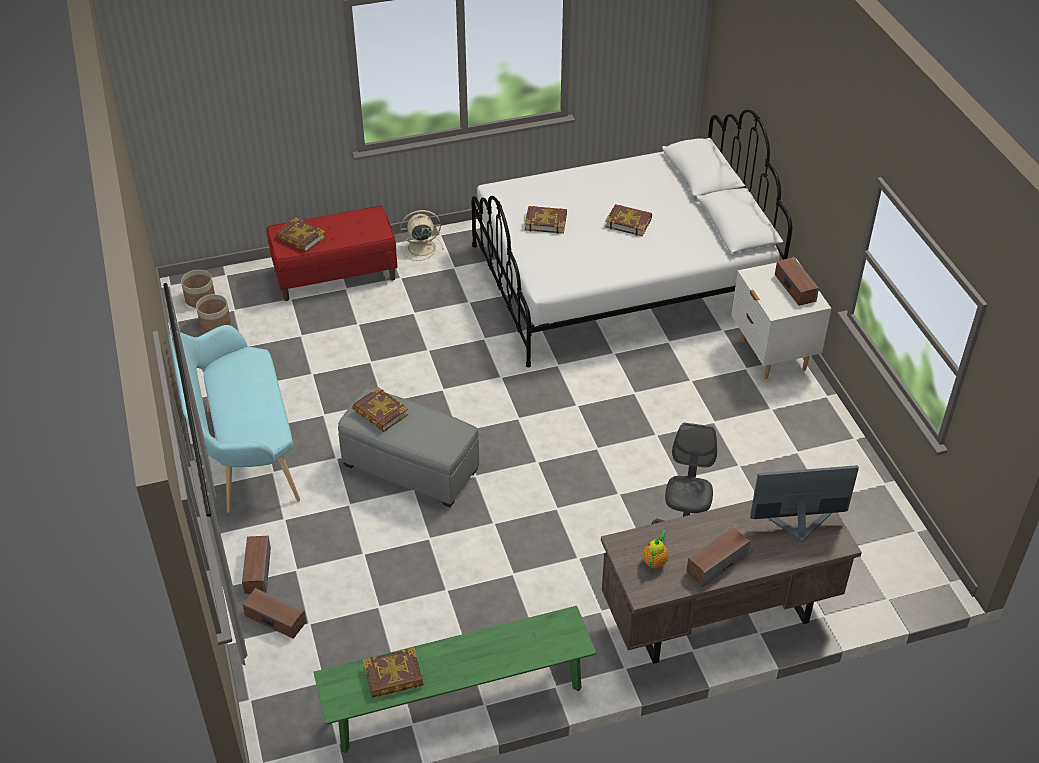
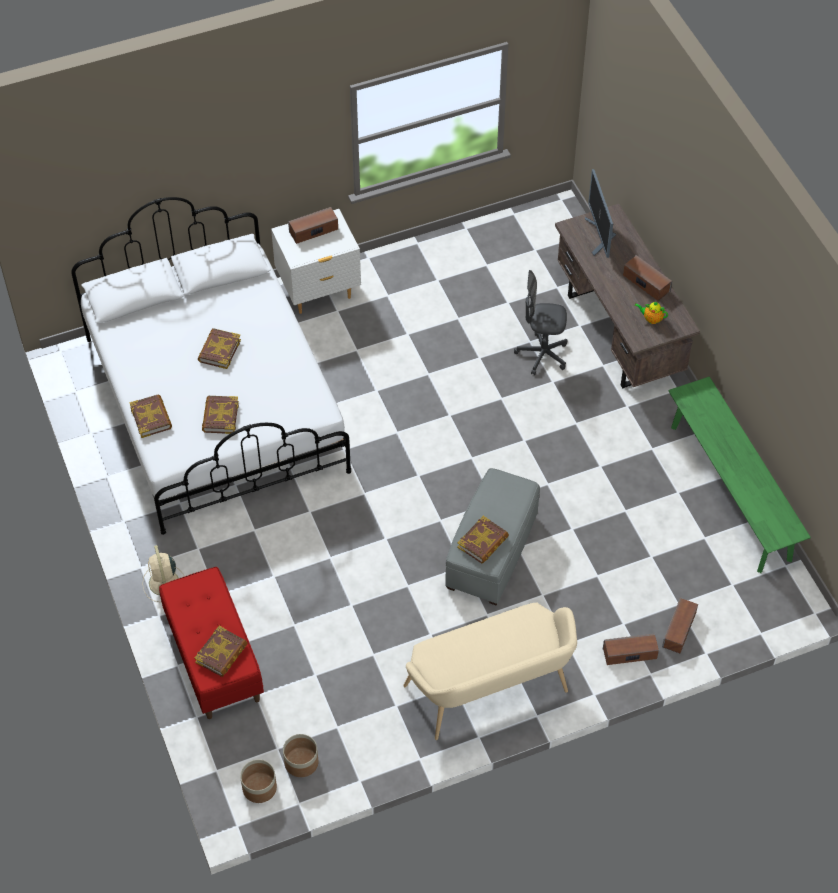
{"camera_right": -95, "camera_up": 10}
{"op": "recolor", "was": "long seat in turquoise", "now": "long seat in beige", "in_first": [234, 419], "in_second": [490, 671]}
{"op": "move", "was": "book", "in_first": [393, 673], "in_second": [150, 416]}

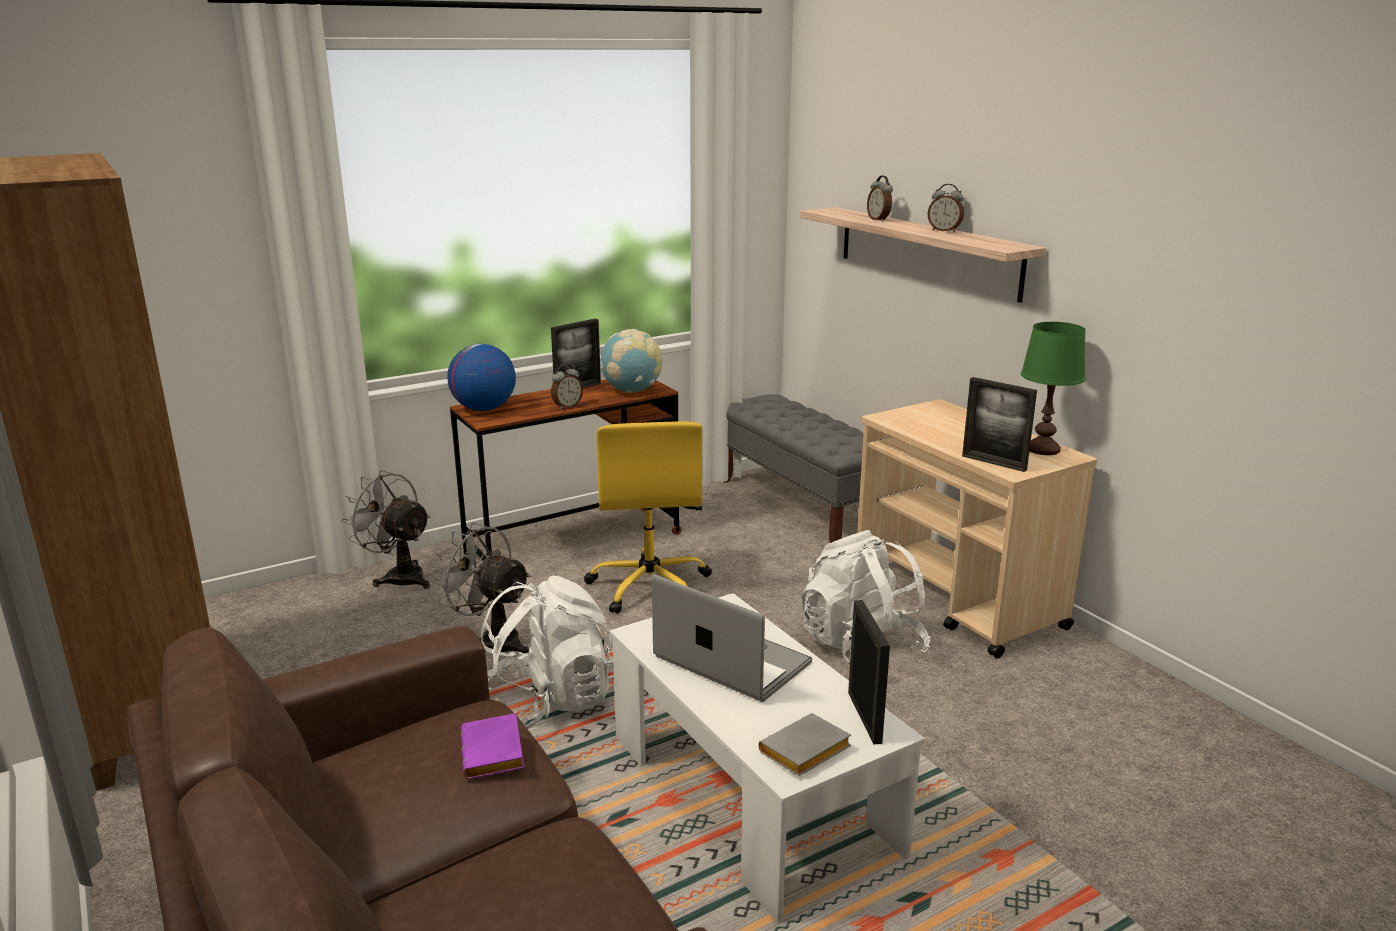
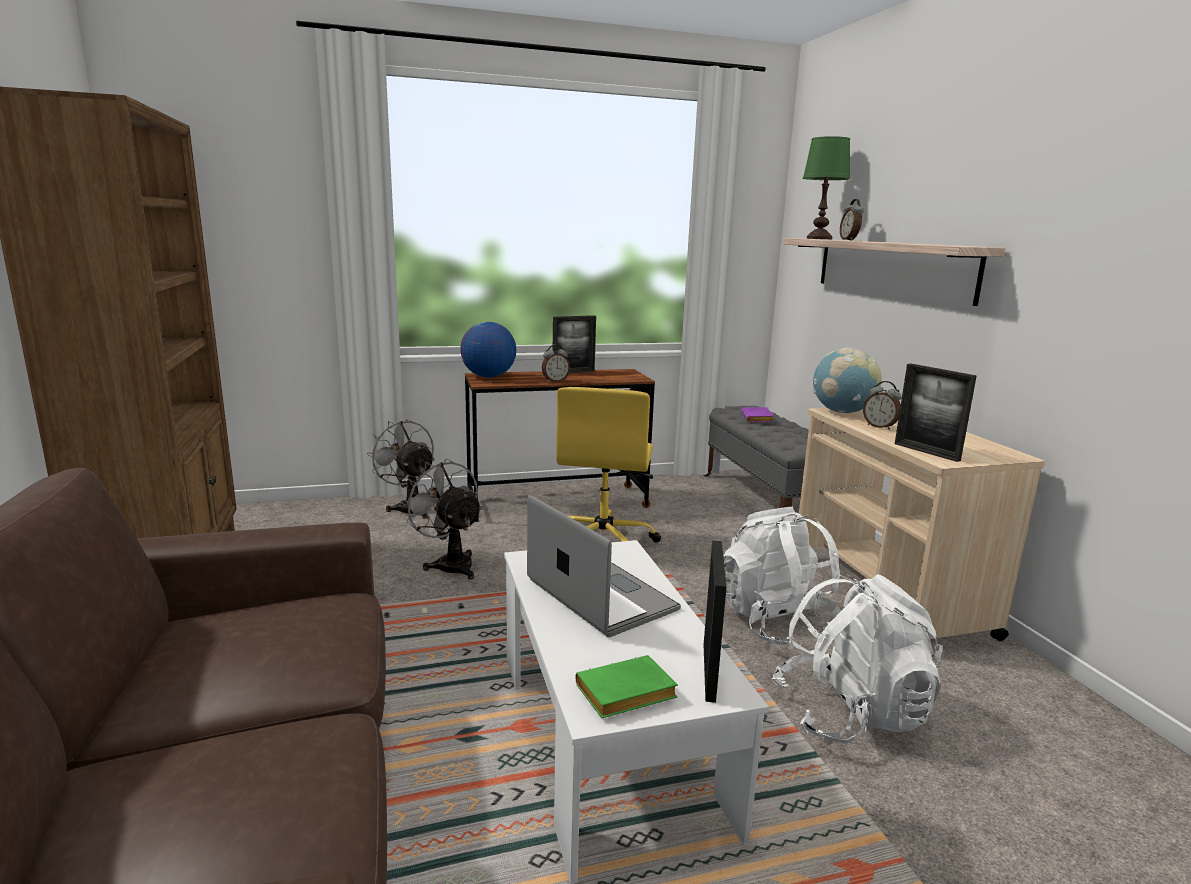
{"camera_right": 15, "camera_up": -5}
{"op": "move", "was": "book in purple", "in_first": [492, 746], "in_second": [757, 414]}
{"op": "move", "was": "knapsack in whitish", "in_first": [547, 652], "in_second": [857, 659]}
{"op": "move", "was": "globe", "in_first": [631, 361], "in_second": [847, 380]}
{"op": "recolor", "was": "book in gray", "now": "book in green", "in_first": [805, 744], "in_second": [627, 686]}
{"op": "move", "was": "alarm clock", "in_first": [946, 208], "in_second": [882, 405]}
{"op": "move", "was": "tabletop lamp in green", "in_first": [1053, 388], "in_second": [826, 187]}

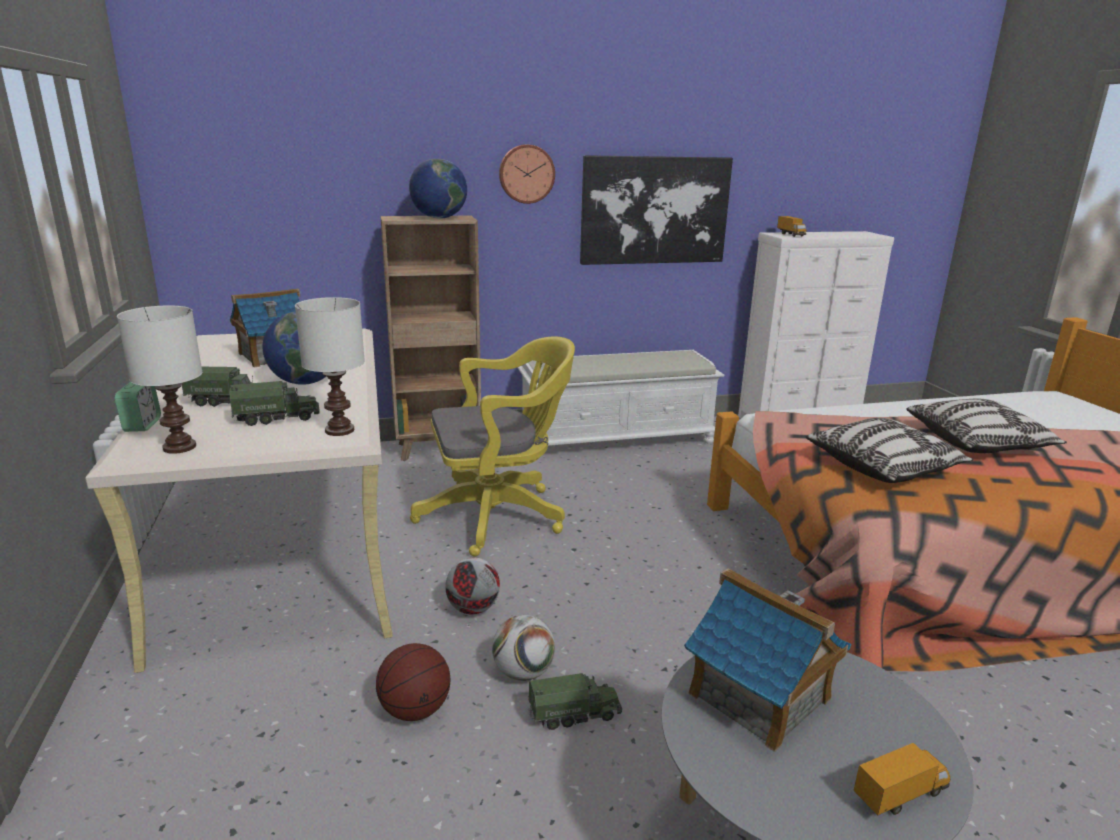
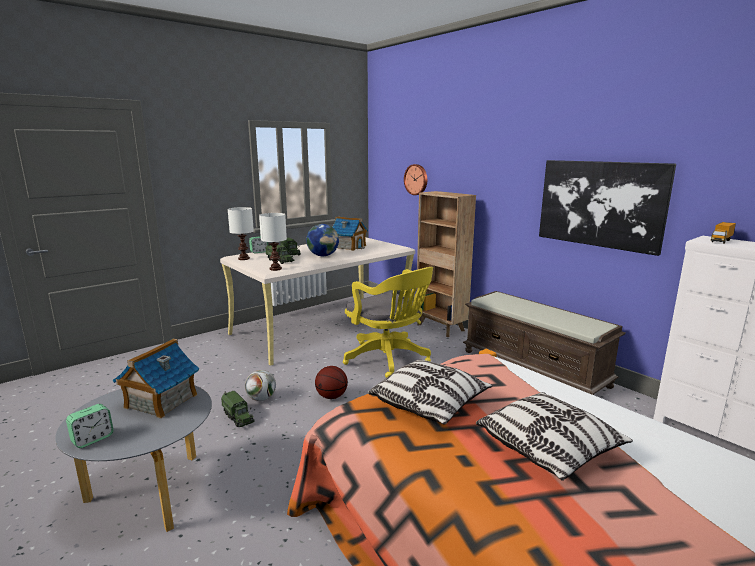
{"camera_right": 65, "camera_up": -5}
{"op": "move", "was": "ball for basketball", "in_first": [413, 682], "in_second": [331, 382]}
{"op": "delete", "was": "globe", "in_first": [438, 188]}
{"op": "delete", "was": "ball for football", "in_first": [472, 585]}
{"op": "move", "was": "clock on the wall", "in_first": [527, 174], "in_second": [415, 179]}
{"op": "recolor", "was": "long seat in whitish", "now": "long seat in brown-coloured", "in_first": [621, 398], "in_second": [544, 343]}
{"op": "replace", "was": "toy lorry", "now": "alarm clock", "in_first": [901, 779], "in_second": [90, 426]}

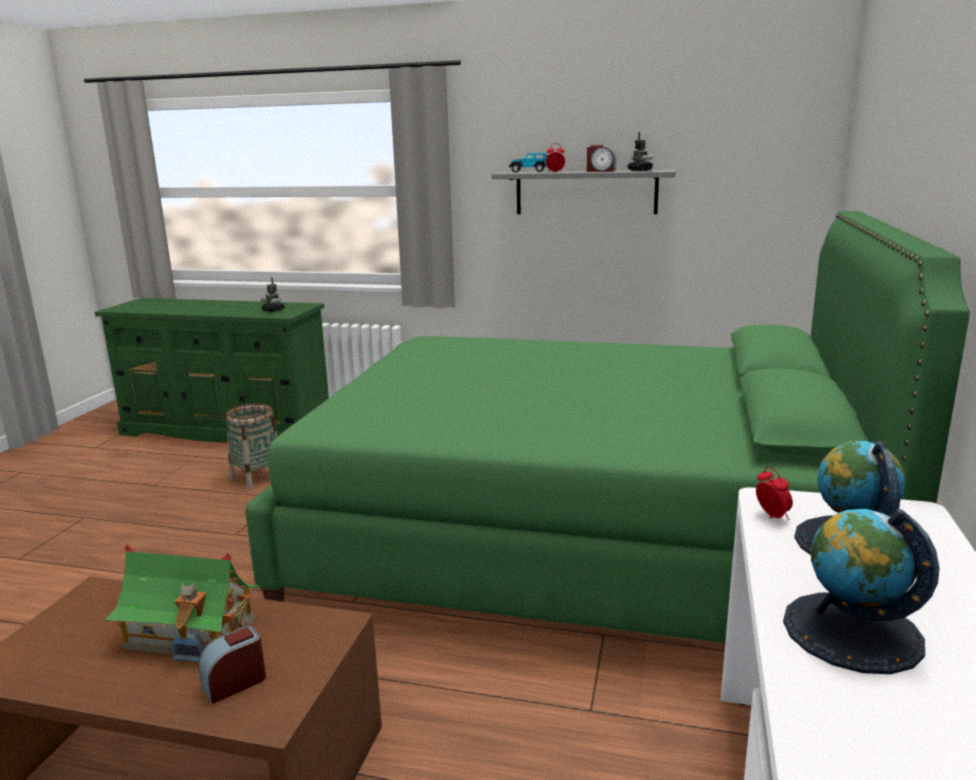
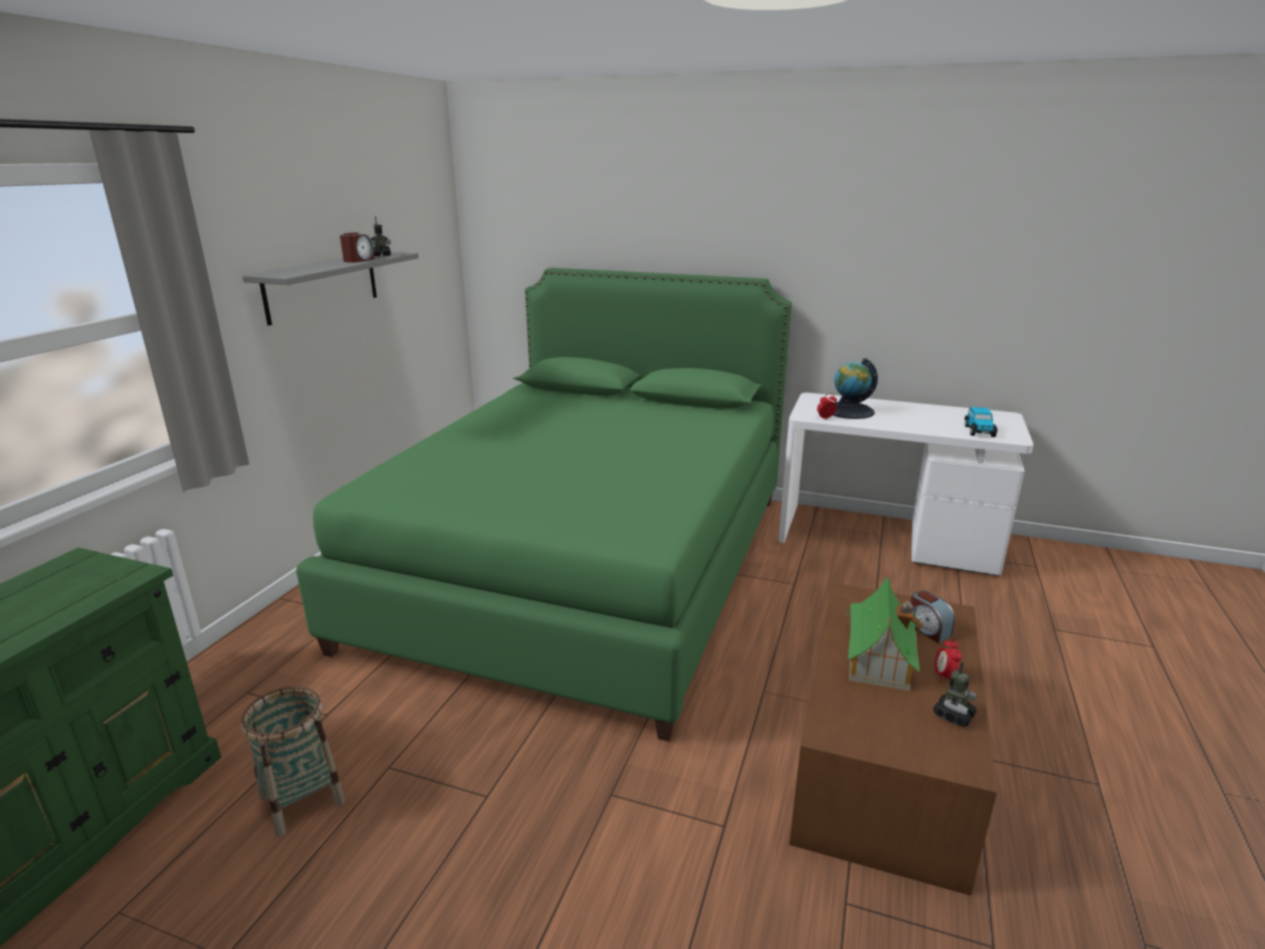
{"camera_right": -85, "camera_up": 5}
{"op": "move", "was": "toy robot", "in_first": [273, 294], "in_second": [955, 694]}
{"op": "move", "was": "model car", "in_first": [528, 162], "in_second": [980, 422]}
{"op": "move", "was": "alarm clock", "in_first": [555, 157], "in_second": [948, 660]}
{"op": "delete", "was": "globe", "in_first": [861, 591]}

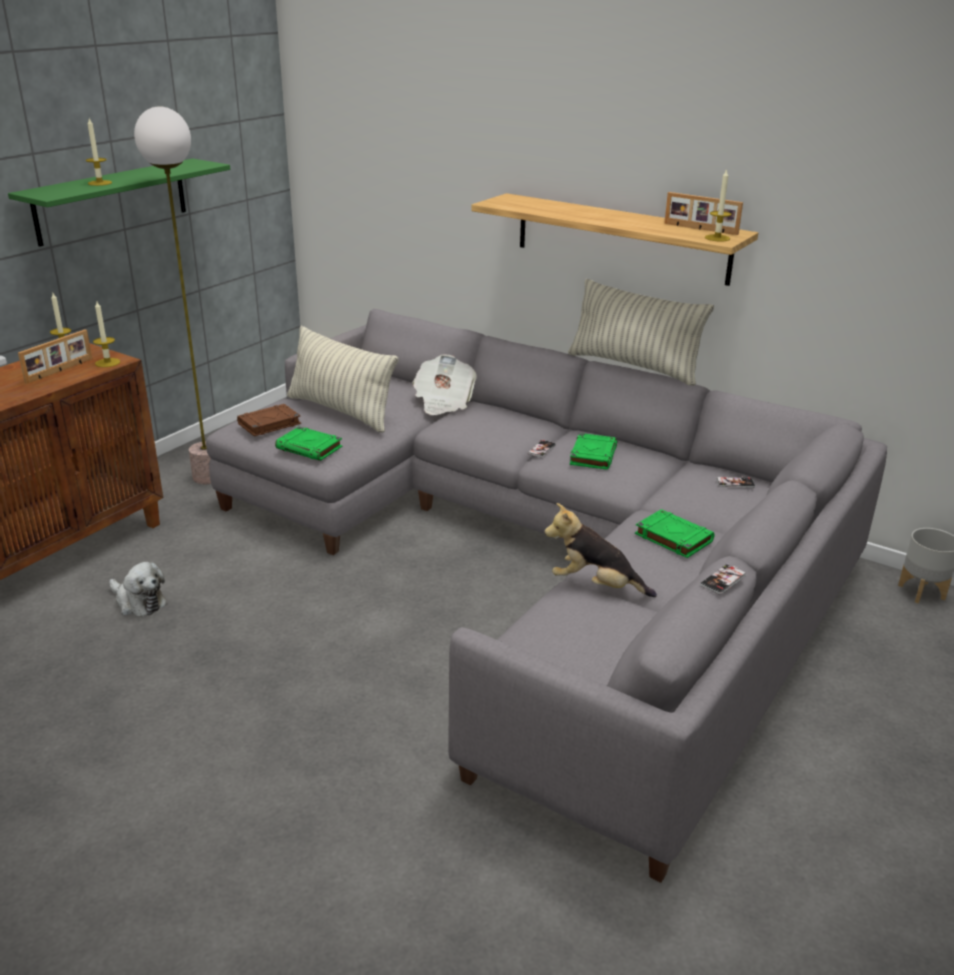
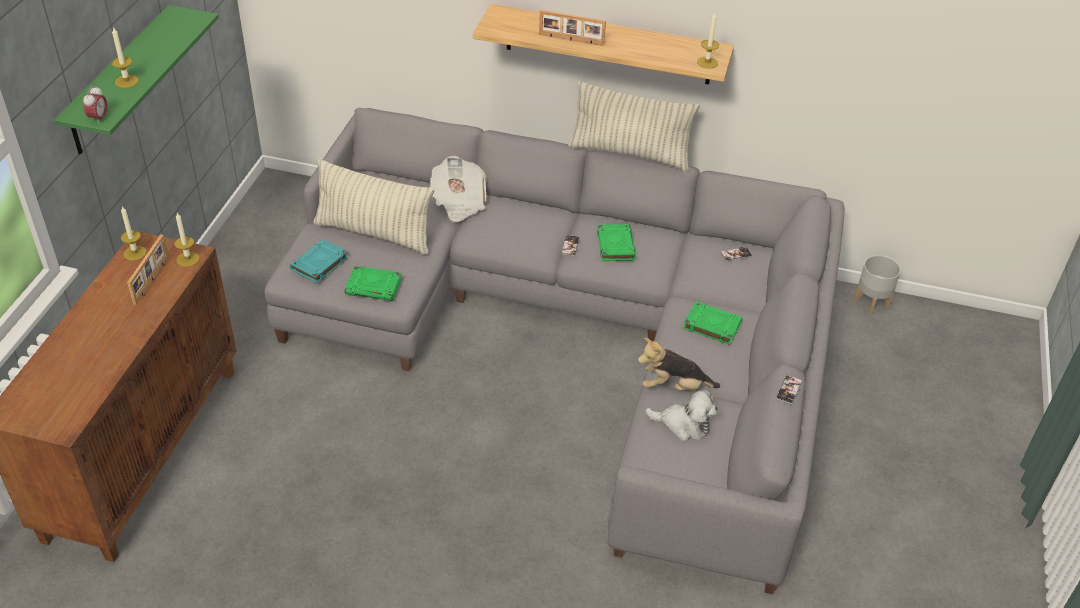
{"camera_right": -20, "camera_up": 15}
{"op": "move", "was": "soft toy", "in_first": [138, 589], "in_second": [681, 416]}
{"op": "delete", "was": "standard lamp", "in_first": [172, 295]}
{"op": "recolor", "was": "book in brown-coloured", "now": "book in turquoise", "in_first": [269, 420], "in_second": [319, 261]}
{"op": "move", "was": "picture frame", "in_first": [703, 213], "in_second": [572, 28]}
{"op": "insert", "now": "alarm clock", "in_second": [95, 105]}

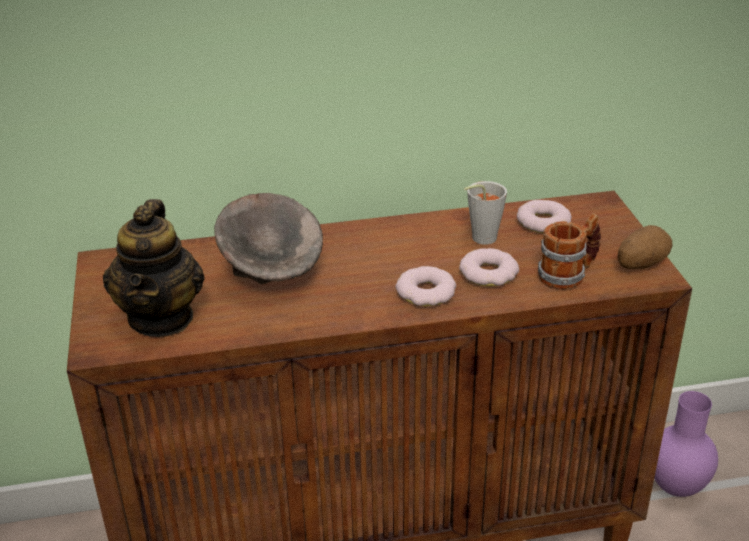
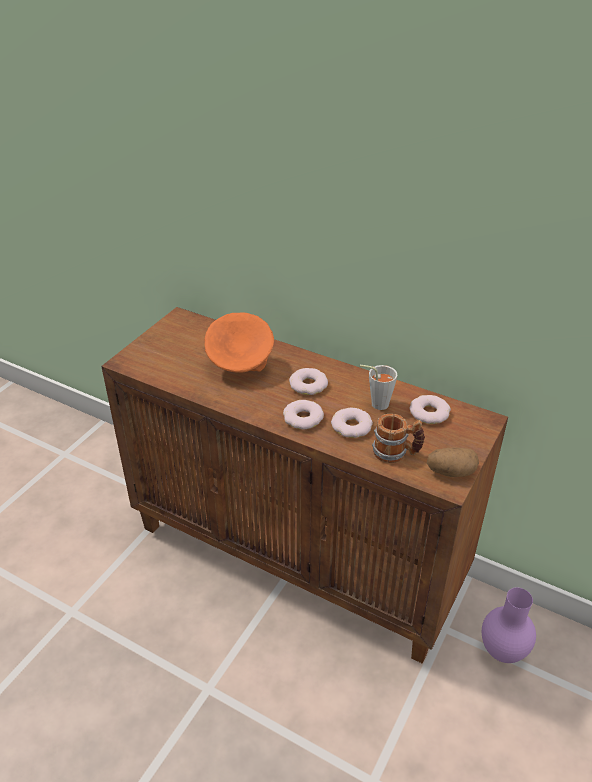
{"camera_right": 40, "camera_up": 5}
{"op": "delete", "was": "tea pot", "in_first": [154, 268]}
{"op": "recolor", "was": "serving bowl in gray", "now": "serving bowl in orangey", "in_first": [268, 238], "in_second": [239, 343]}
{"op": "insert", "now": "ring doughnut", "in_second": [308, 381]}

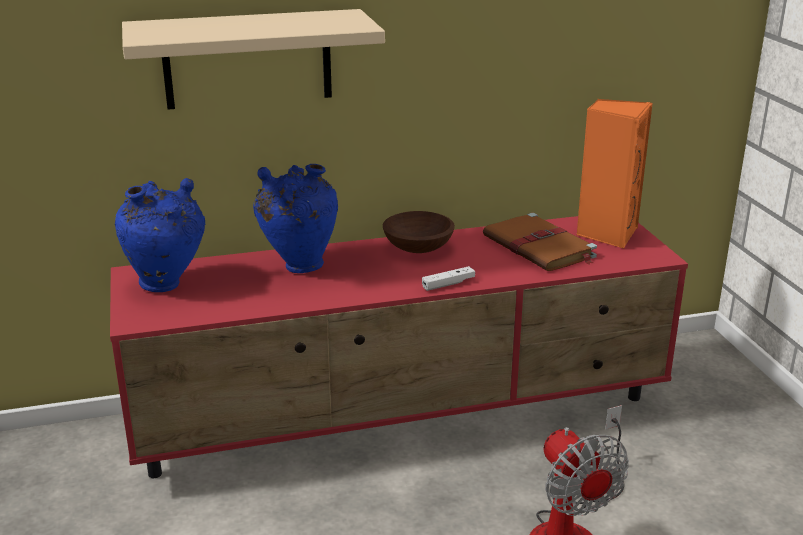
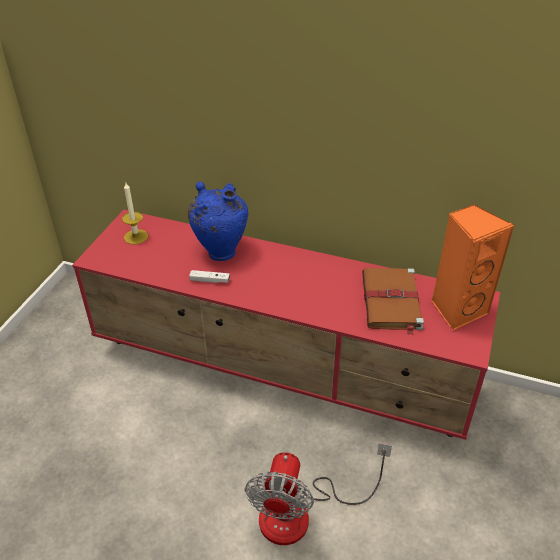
{"camera_right": 35, "camera_up": 15}
{"op": "replace", "was": "vase in blue-coloured", "now": "wax light", "in_first": [160, 235], "in_second": [135, 213]}
{"op": "delete", "was": "shelf in beige", "in_first": [253, 59]}
{"op": "delete", "was": "serving bowl in brown-coloured", "in_first": [419, 232]}
{"op": "move", "was": "gamepad in whitish", "in_first": [448, 278], "in_second": [209, 276]}

